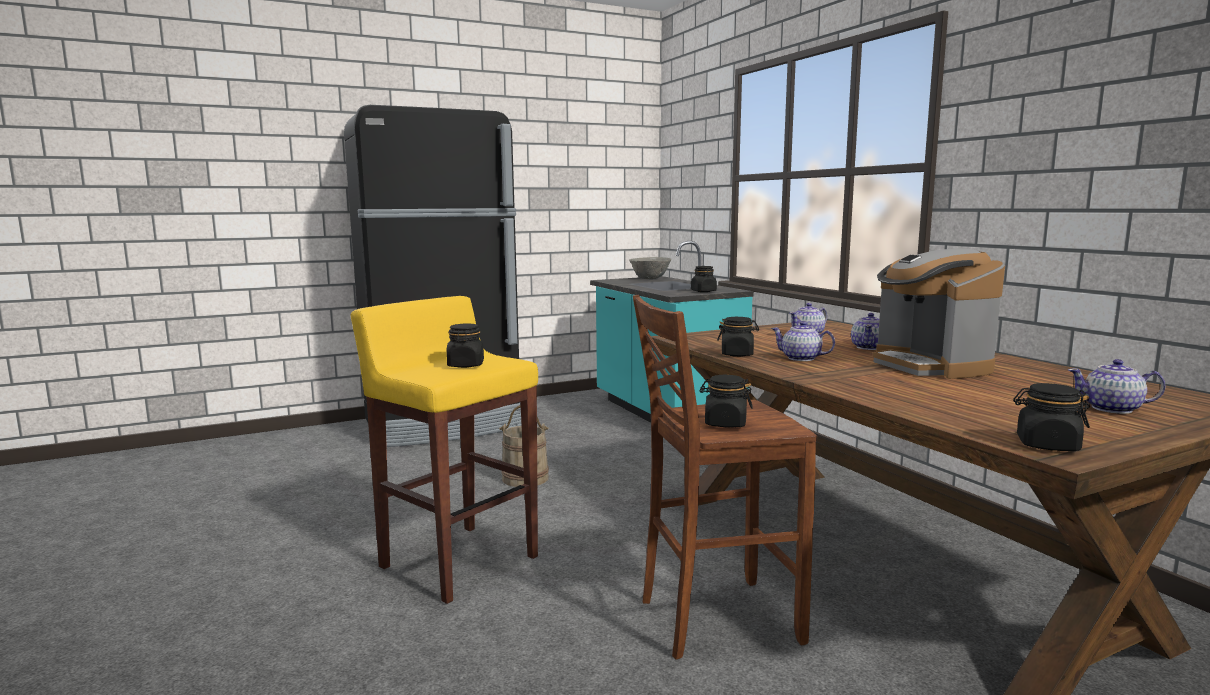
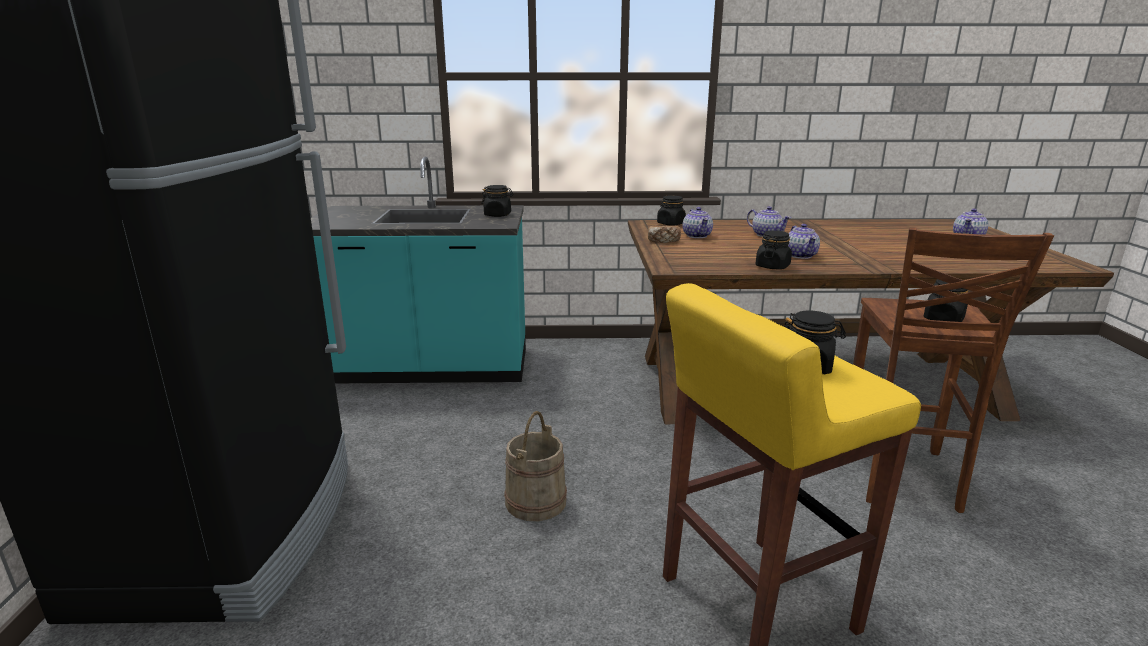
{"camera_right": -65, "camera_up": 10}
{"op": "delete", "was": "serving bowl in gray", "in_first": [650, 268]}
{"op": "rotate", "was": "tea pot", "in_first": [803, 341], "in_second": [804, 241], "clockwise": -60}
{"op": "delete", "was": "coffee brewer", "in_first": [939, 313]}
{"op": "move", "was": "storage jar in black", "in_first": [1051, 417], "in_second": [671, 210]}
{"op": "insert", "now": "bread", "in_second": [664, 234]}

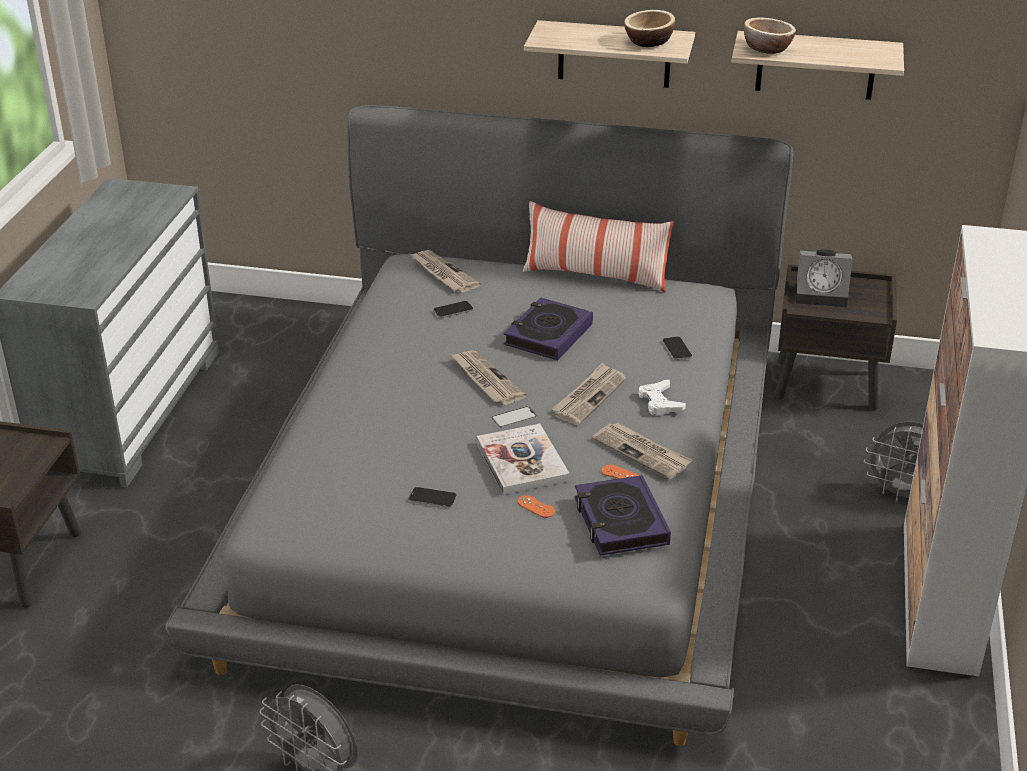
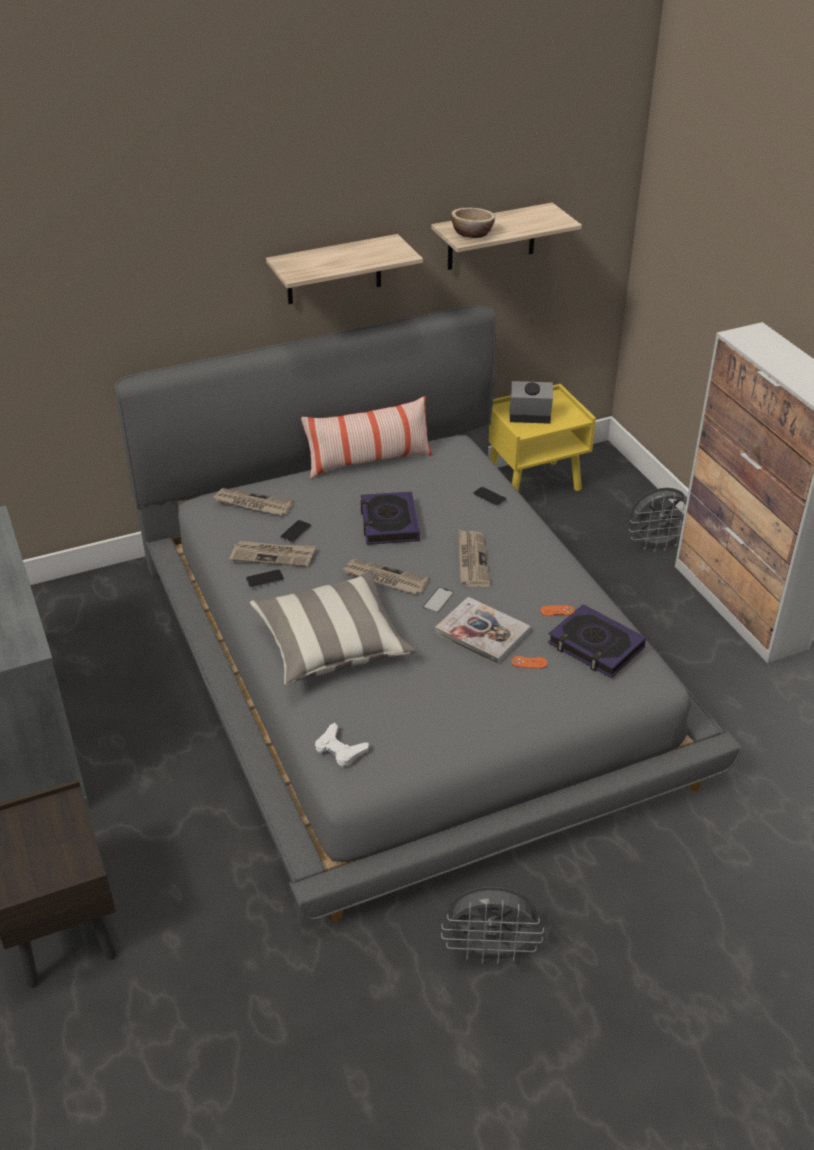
{"camera_right": -35, "camera_up": 5}
{"op": "move", "was": "phone", "in_first": [433, 497], "in_second": [265, 579]}
{"op": "move", "was": "newspaper", "in_first": [642, 451], "in_second": [273, 554]}
{"op": "delete", "was": "serving bowl", "in_first": [649, 28]}
{"op": "move", "was": "gamepad in whitish", "in_first": [662, 397], "in_second": [342, 745]}
{"op": "recolor", "was": "night table in brown-coloured", "now": "night table in yellow", "in_first": [835, 337], "in_second": [542, 437]}
{"op": "rotate", "was": "alarm clock", "in_first": [824, 278], "in_second": [531, 402], "clockwise": -150}
{"op": "insert", "now": "throw pillow", "in_second": [333, 628]}

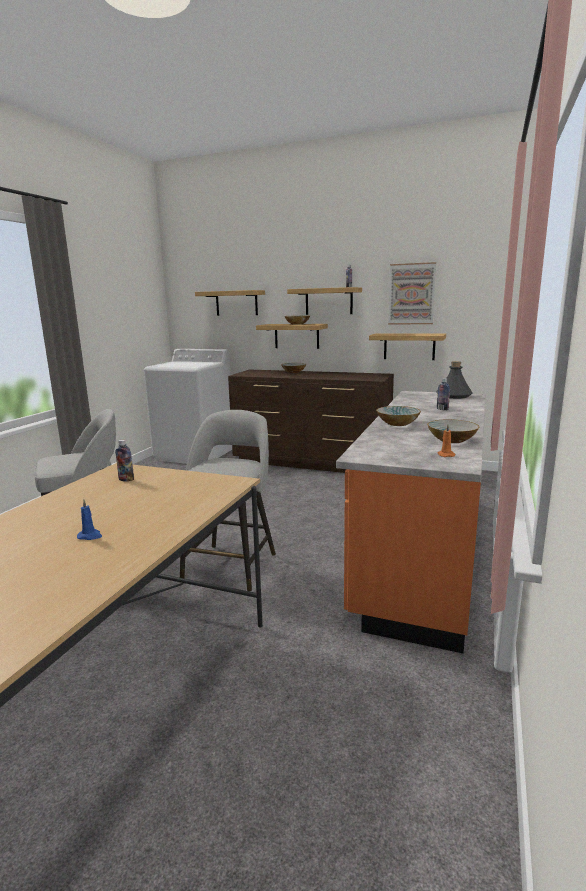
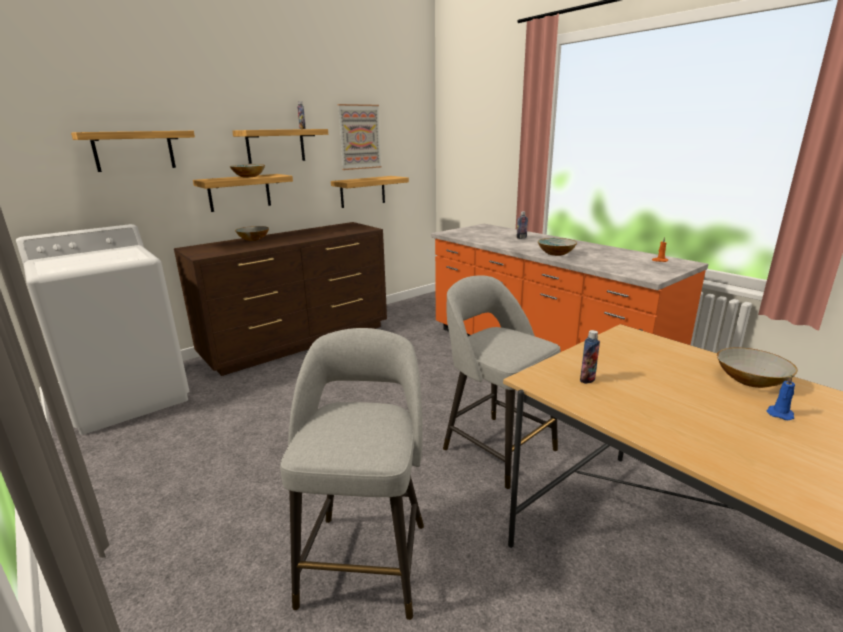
{"camera_right": -60, "camera_up": 5}
{"op": "move", "was": "serving bowl", "in_first": [453, 431], "in_second": [757, 367]}
{"op": "delete", "was": "bottle in gray", "in_first": [454, 380]}

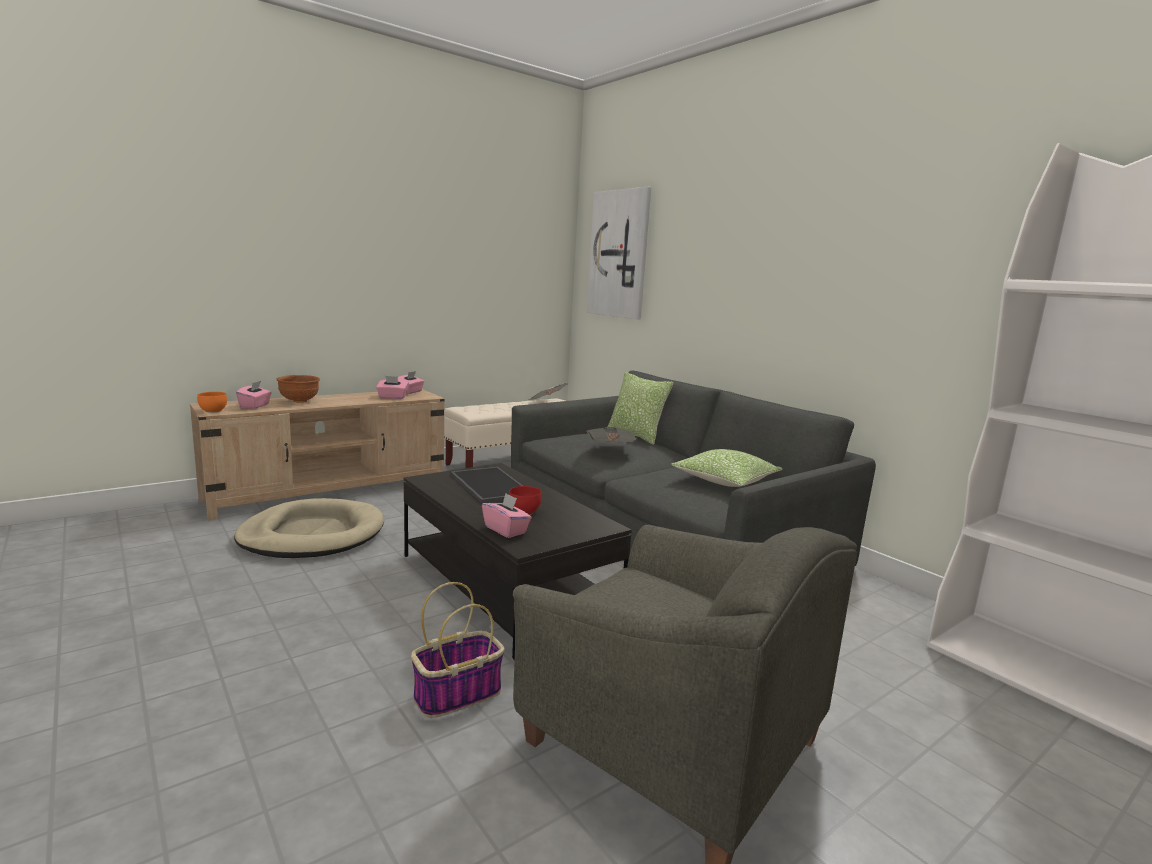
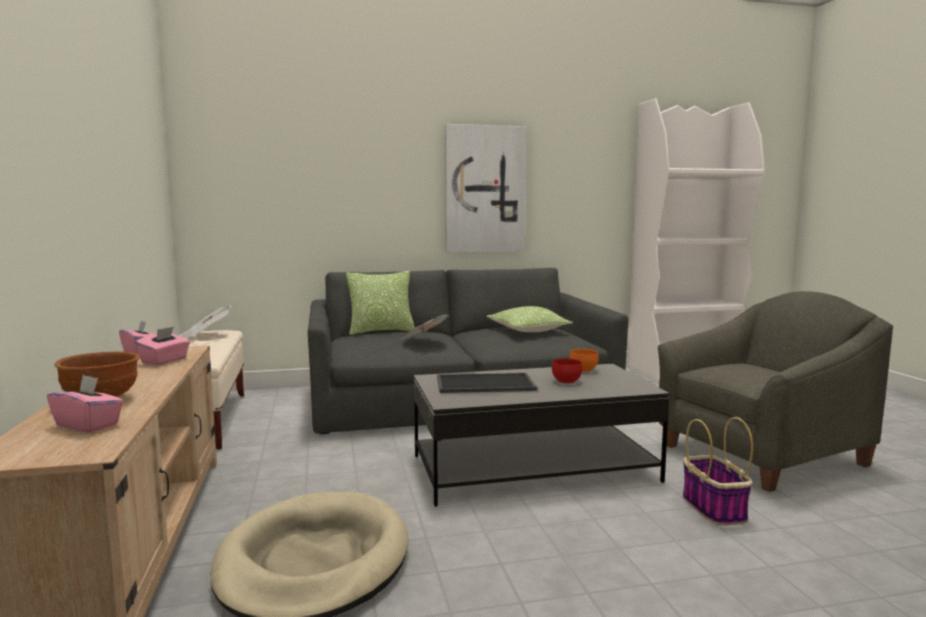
{"camera_right": -65, "camera_up": -5}
{"op": "move", "was": "serving bowl in orangey", "in_first": [212, 402], "in_second": [584, 360]}
{"op": "delete", "was": "tissue holder in pink", "in_first": [506, 515]}
{"op": "move", "was": "picture", "in_first": [619, 253], "in_second": [486, 188]}

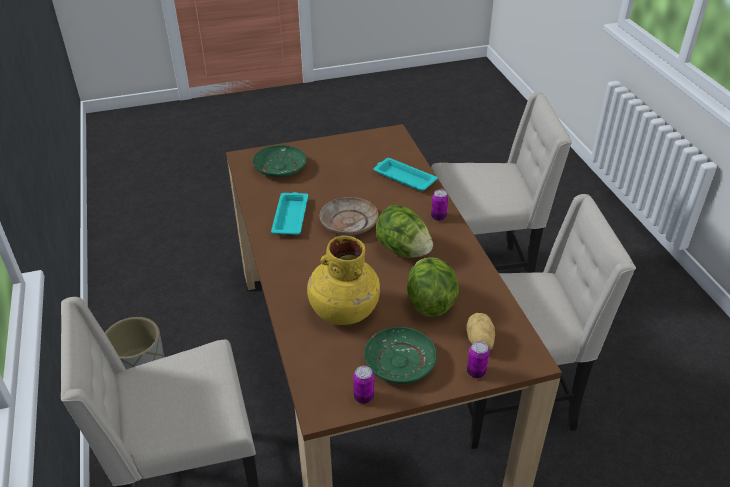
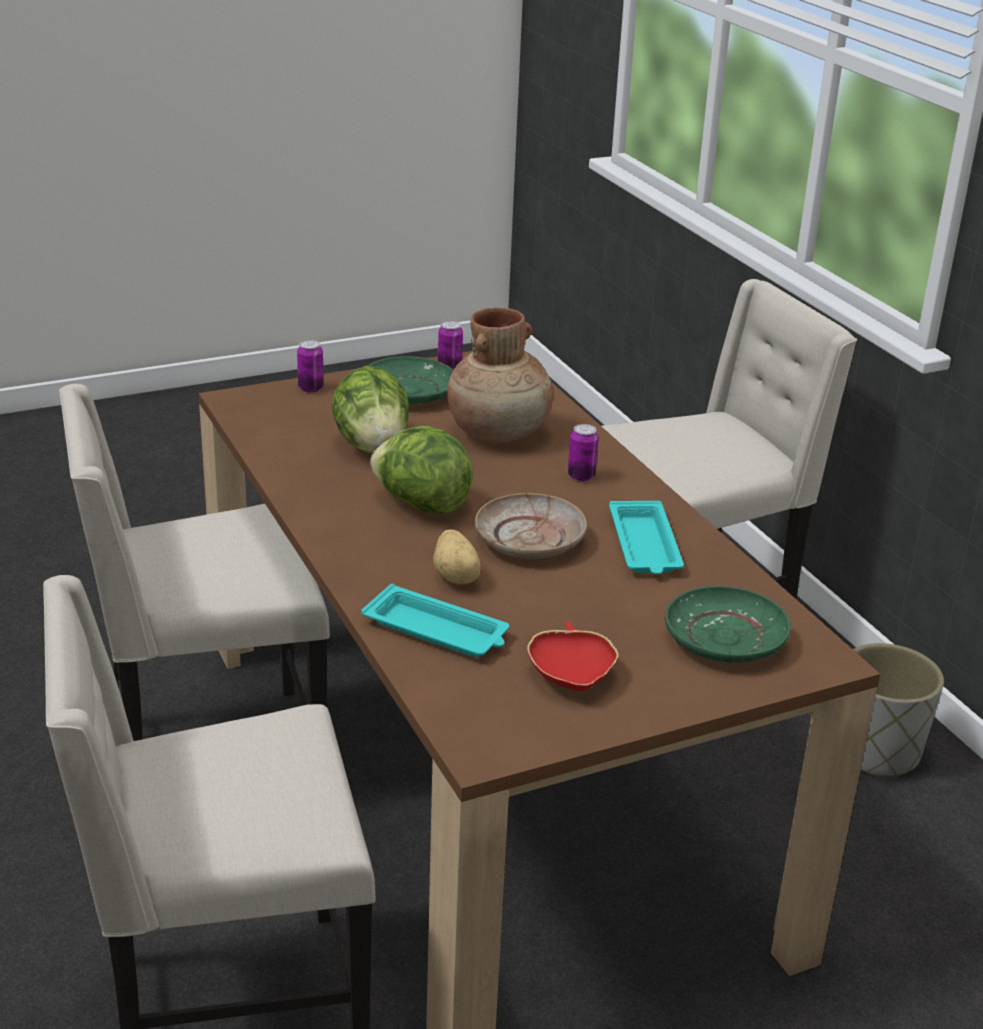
{"camera_right": 170, "camera_up": -10}
{"op": "recolor", "was": "vase in yellow", "now": "vase in brown-coloured", "in_first": [343, 280], "in_second": [500, 376]}
{"op": "move", "was": "sealed can", "in_first": [439, 205], "in_second": [583, 452]}
{"op": "move", "was": "spud", "in_first": [481, 332], "in_second": [457, 556]}
{"op": "insert", "now": "serving bowl in red-coloured", "in_second": [573, 656]}

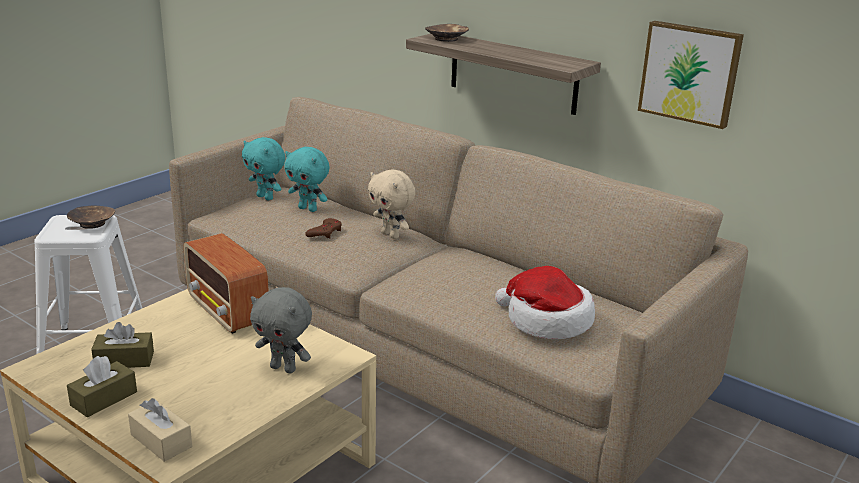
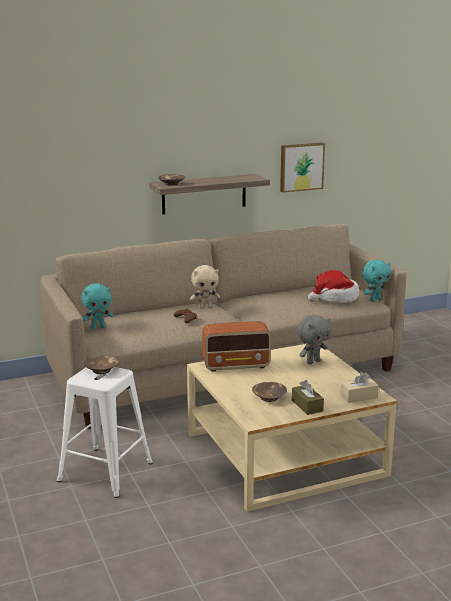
{"camera_right": -60, "camera_up": -5}
{"op": "replace", "was": "tissue holder in brown-coloured", "now": "serving bowl in brown-coloured", "in_first": [122, 345], "in_second": [269, 392]}
{"op": "move", "was": "soft toy in turquoise", "in_first": [307, 179], "in_second": [376, 281]}

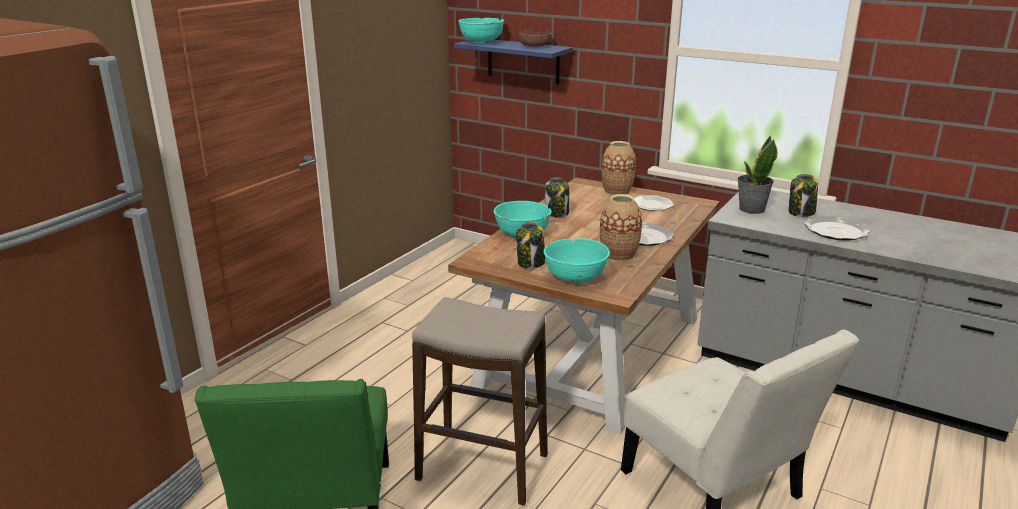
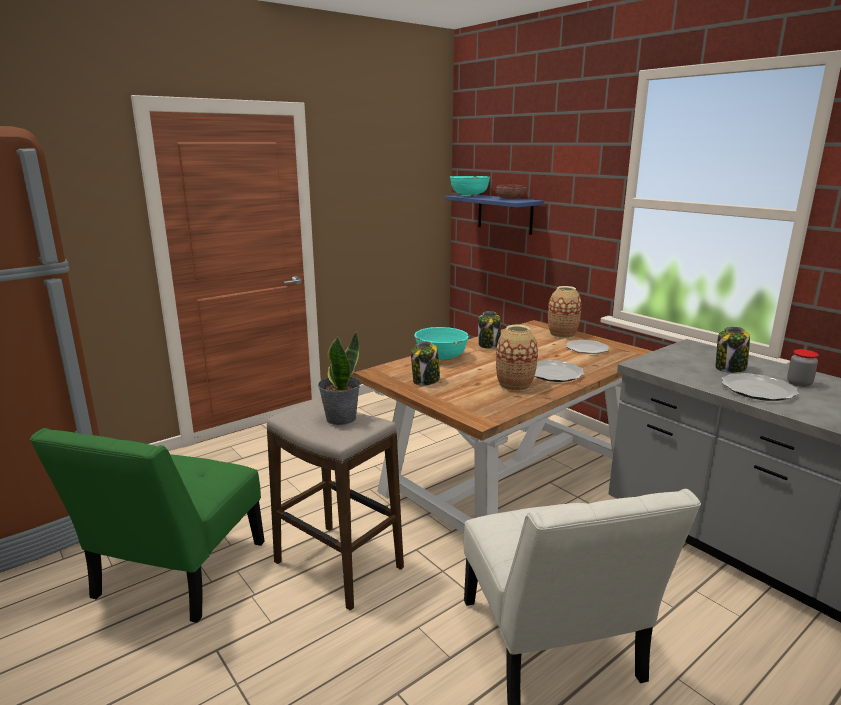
{"camera_right": 20, "camera_up": -5}
{"op": "delete", "was": "serving bowl in turquoise", "in_first": [576, 261]}
{"op": "move", "was": "houseplant", "in_first": [757, 174], "in_second": [339, 378]}
{"op": "insert", "now": "storage jar", "in_second": [803, 368]}

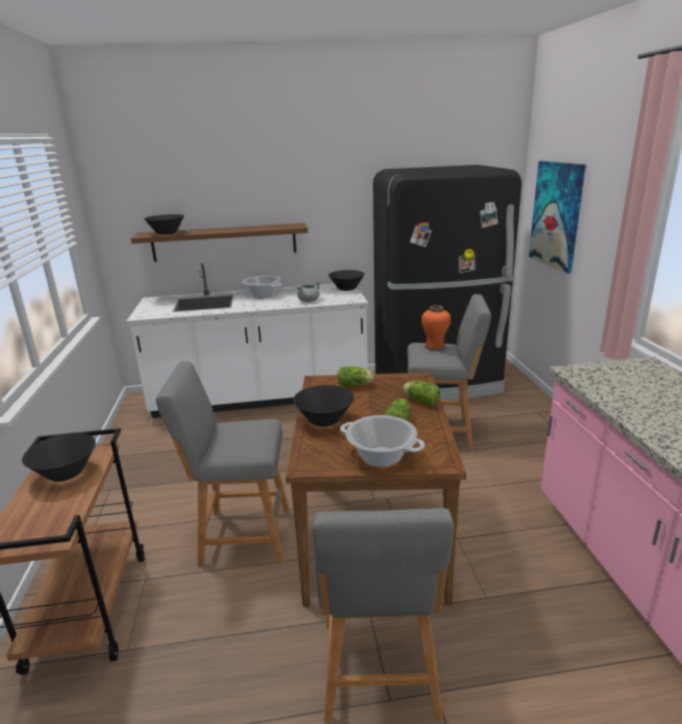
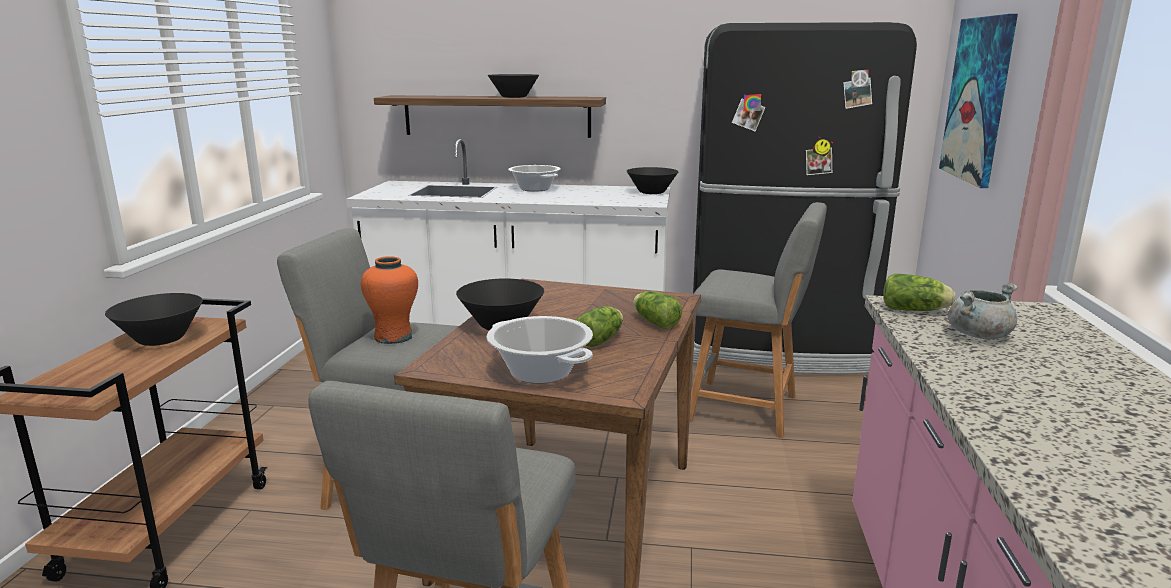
{"camera_right": 15, "camera_up": -5}
{"op": "move", "was": "serving bowl in black", "in_first": [164, 224], "in_second": [513, 86]}
{"op": "move", "was": "stockpot in gray", "in_first": [308, 291], "in_second": [983, 310]}
{"op": "move", "was": "lettuce", "in_first": [355, 377], "in_second": [919, 292]}
{"op": "move", "was": "vase in orangey", "in_first": [436, 328], "in_second": [389, 300]}

